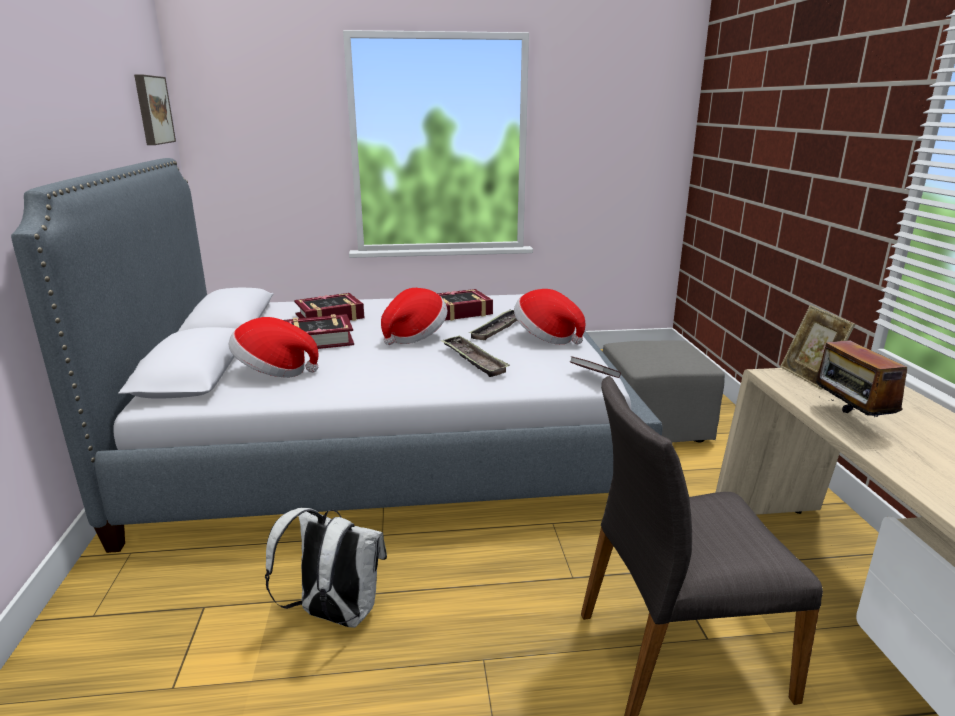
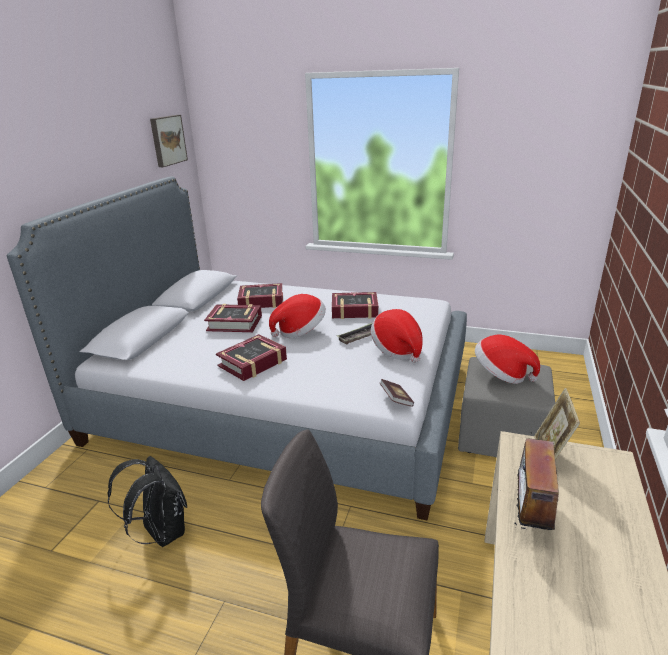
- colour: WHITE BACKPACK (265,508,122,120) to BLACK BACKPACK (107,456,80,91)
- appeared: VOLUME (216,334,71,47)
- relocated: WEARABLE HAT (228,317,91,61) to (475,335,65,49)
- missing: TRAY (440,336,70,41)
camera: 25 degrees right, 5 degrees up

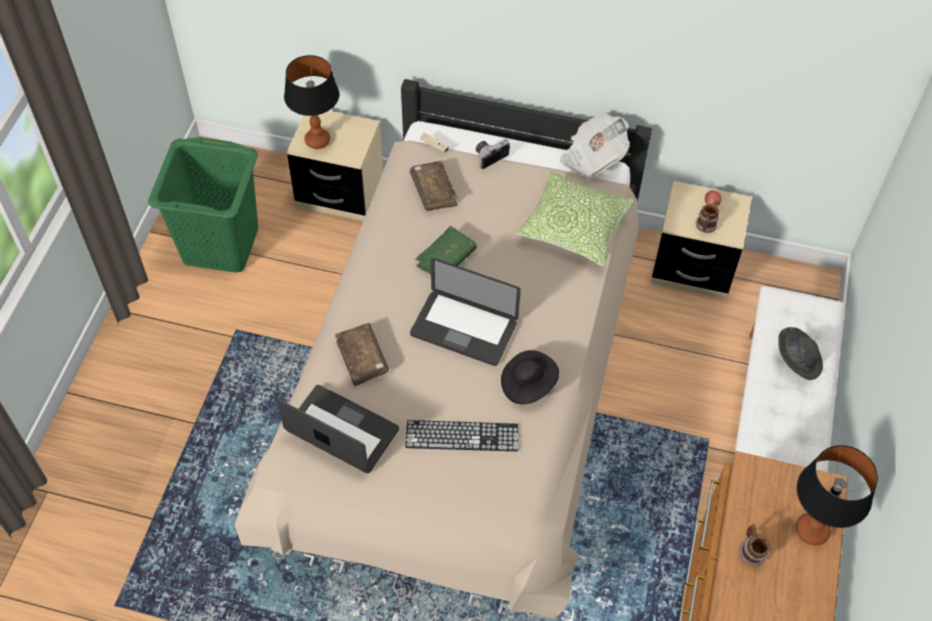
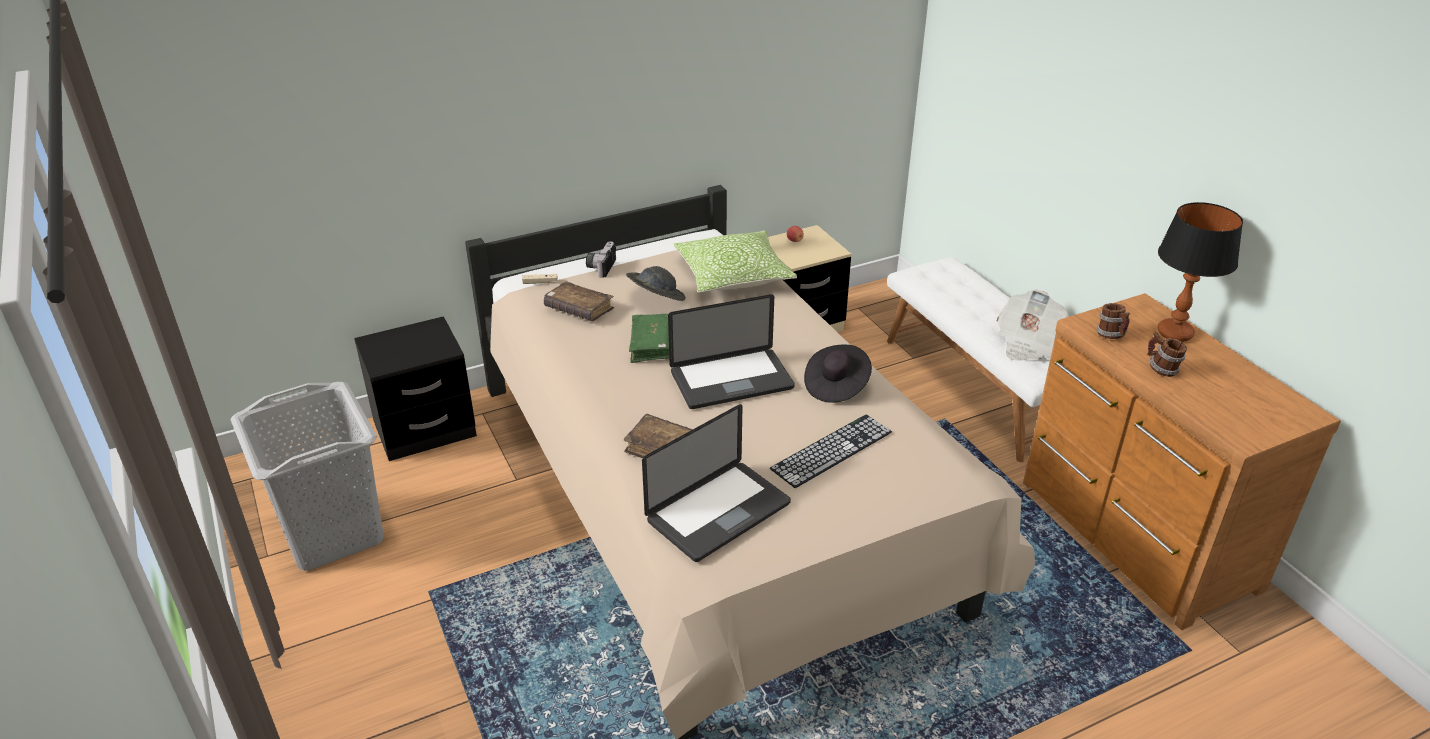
- colour: GREENISH HAMPER (148,137,110,136) to GREY HAMPER (231,382,153,189)
- colour: BEIGE-COLOURED BEDSIDE TABLE (287,111,96,110) to BLACK BEDSIDE TABLE (354,316,123,145)
- relocated: GREY WEARABLE HAT (778,327,45,53) to (626,266,60,35)
- spun: PORTABLE COMPUTER (277,385,122,88) = (642,404,149,158) 150 degrees clockwise
- relocated: PRINTED PAPER (560,113,70,66) to (997,290,72,71)
- relocated: TEA MUG (695,204,24,29) to (1097,303,33,36)
- missing: LAMP FOR A TABLE (284,55,55,94)
camera: 40 degrees left, 20 degrees down

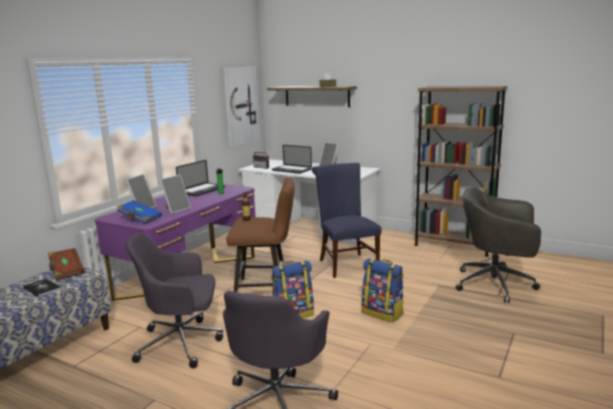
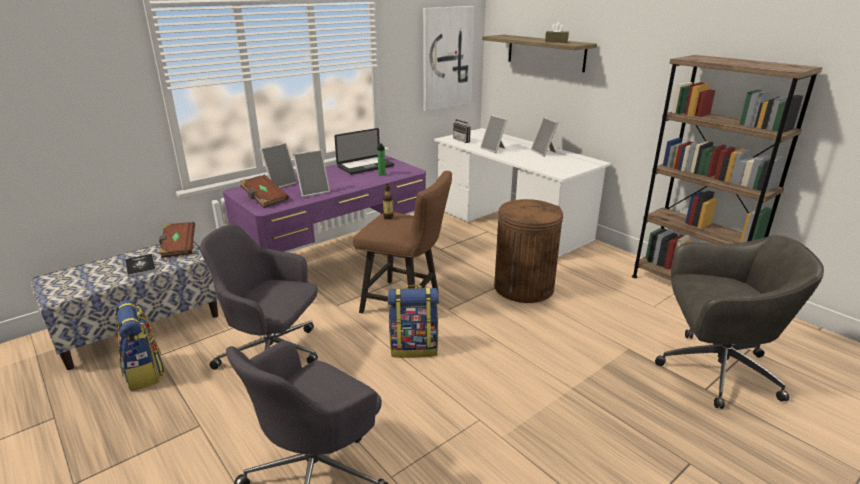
- relocated: BACKPACK (362,258,42,65) to (115,300,50,91)
- colour: BLUE VOLUME (117,200,45,24) to BROWNISH VOLUME (240,175,49,33)
- exchanged: PORTABLE COMPUTER (272,145,40,29) to STANDING FRAME (480,115,28,38)
- exchanged: BLUE CHAIR (312,163,70,115) to BROWNISH TRASH CAN (494,199,69,104)
- spun: GREY COMPUTER CHAIR (456,187,85,116) = (655,235,169,174) 150 degrees clockwise
camera: 20 degrees right, 10 degrees up

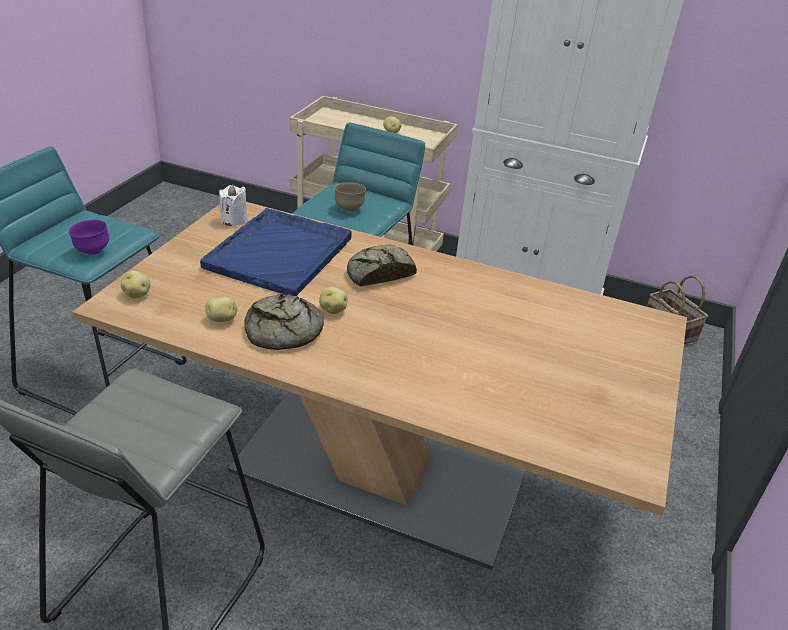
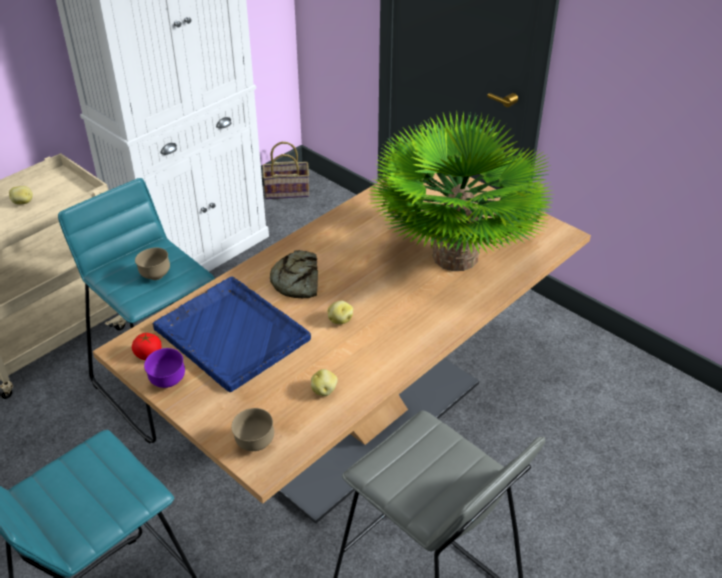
- exchanged: WHITE CANDLE (219,184,29,42) to WHOLE TOMATO (132,333,29,27)
- relocated: PURPLE-COLOURED DEEP DISH (68,220,41,35) to (144,348,41,40)
- exchanged: WHOLE POTATO (121,271,29,27) to BROWNISH DEEP DISH (231,408,43,43)
- appeared: POTTED PLANT (368,112,186,159)
- missing: BAKED BREAD (244,293,80,57)
camera: 65 degrees left, 5 degrees up

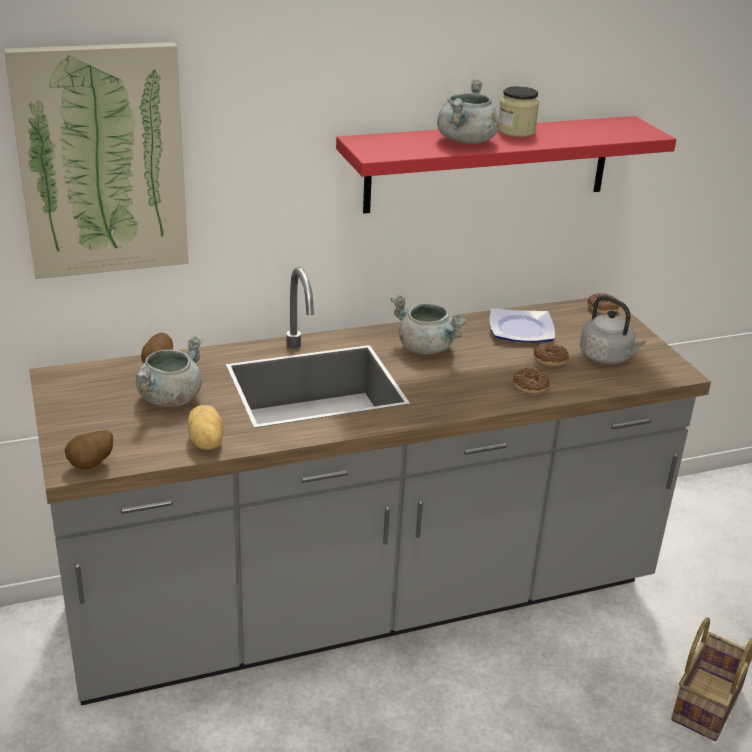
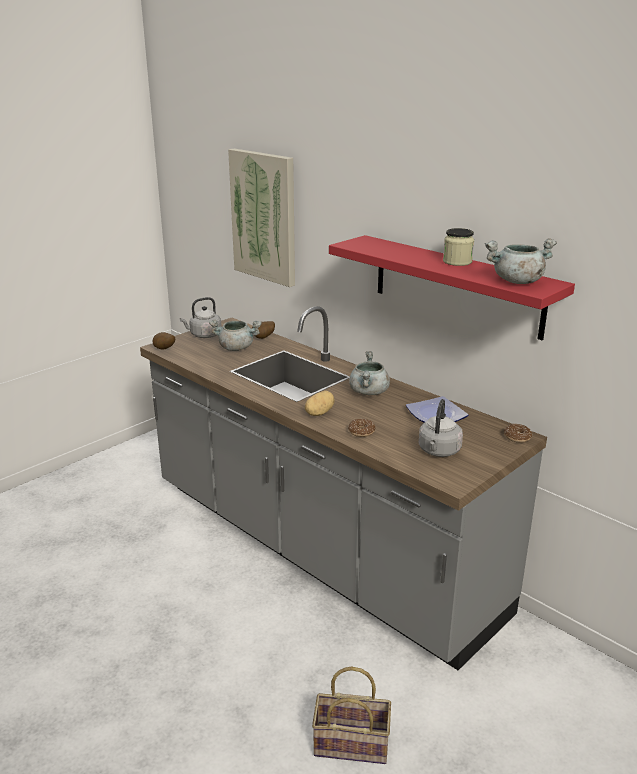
- appeared: GREY KETTLE (180,297,42,41)
- relocated: WHOLE POTATO (188,405,36,45) to (305,391,30,25)
- relocated: GREY STOCKPOT (437,80,62,64) to (485,238,72,46)
- missing: RING DOUGHNUT (533,343,36,23)
camera: 65 degrees right, 5 degrees down

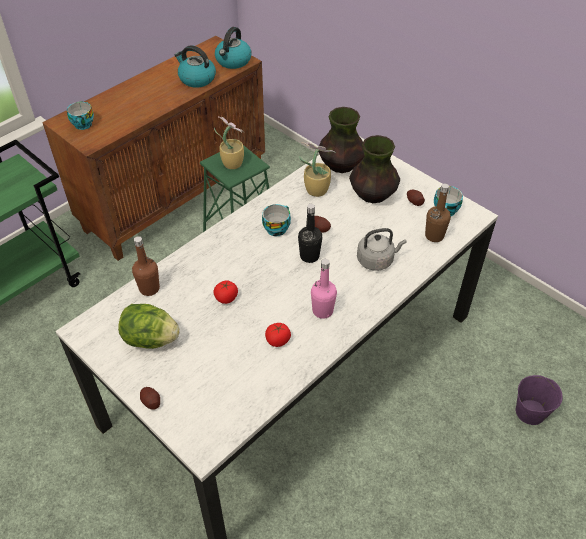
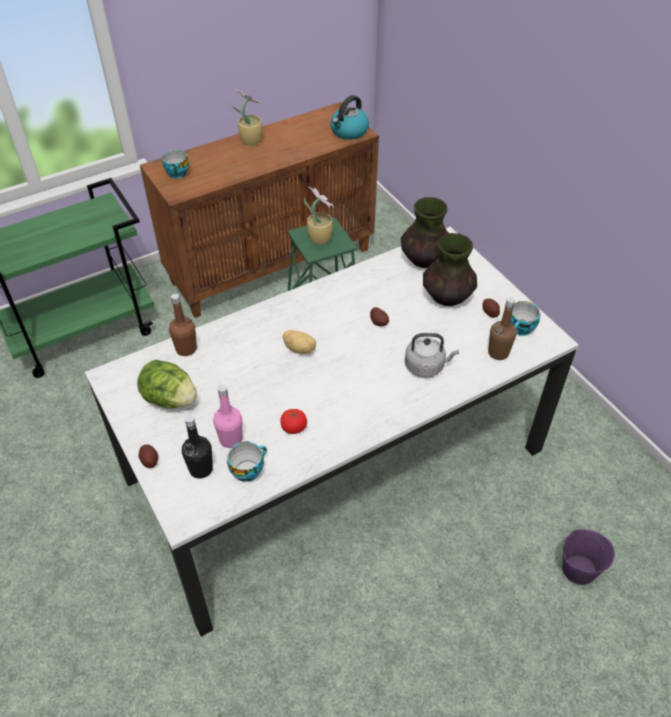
- relocated: BLACK DRINK BOTTLE (298,204,24,59) to (182,415,31,64)
- relocated: PINKISH DRINK BOTTLE (311,259,26,60) to (213,385,29,63)
- relocated: DRINKING CUP (262,204,29,32) to (227,441,40,41)
- relocated: POTTED PLANT (299,142,37,55) to (231,90,31,56)
- appeared: WHOLE POTATO (283,330,33,24)
- missing: KETTLE (174,45,42,43)
- missing: WHOLE TOMATO (213,280,25,24)
camera: 15 degrees right, 0 degrees up

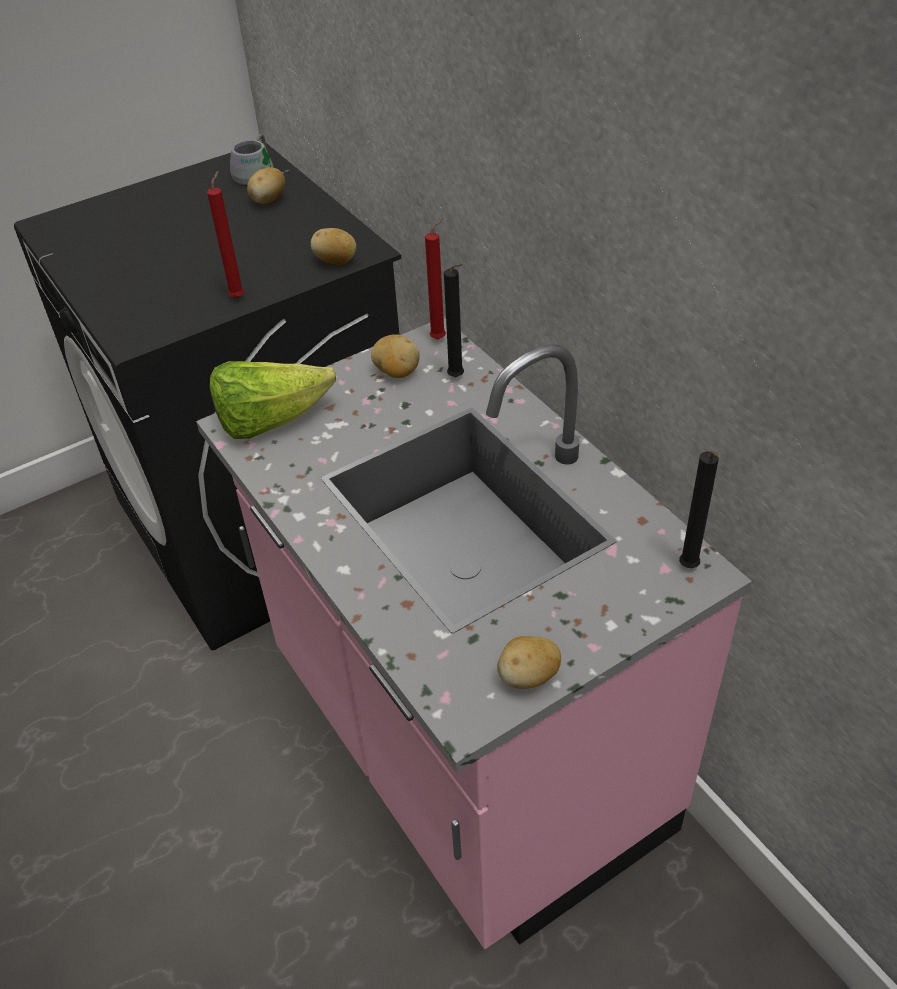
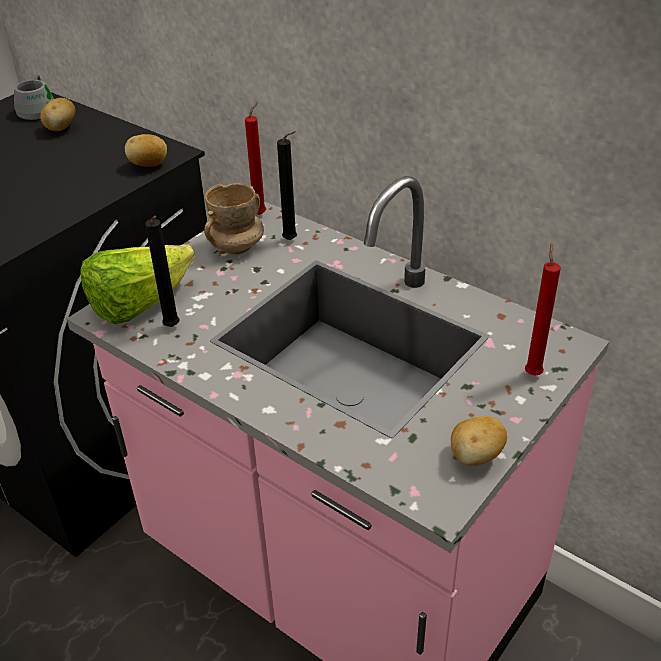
- relocated: BLACK CANDLE (679,451,40,117) to (145,216,34,111)
- exchanged: WHOLE POTATO (371,334,49,44) to BEIGE-COLOURED TEA MUG (204,183,60,71)
- relocated: REDDISH CANDLE (207,171,38,127) to (525,243,36,132)
camera: 20 degrees left, 5 degrees down

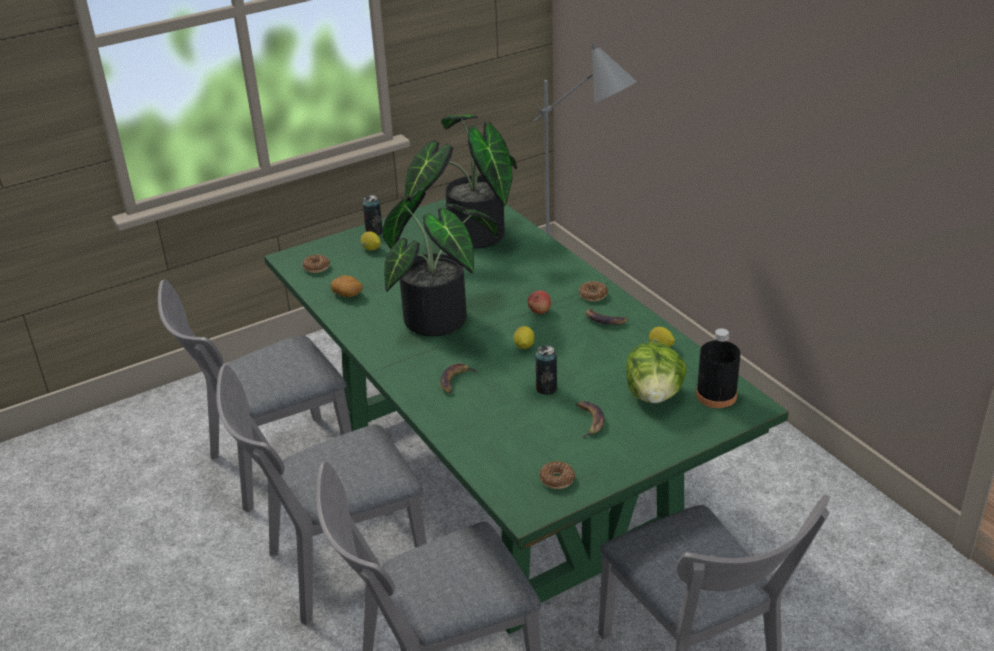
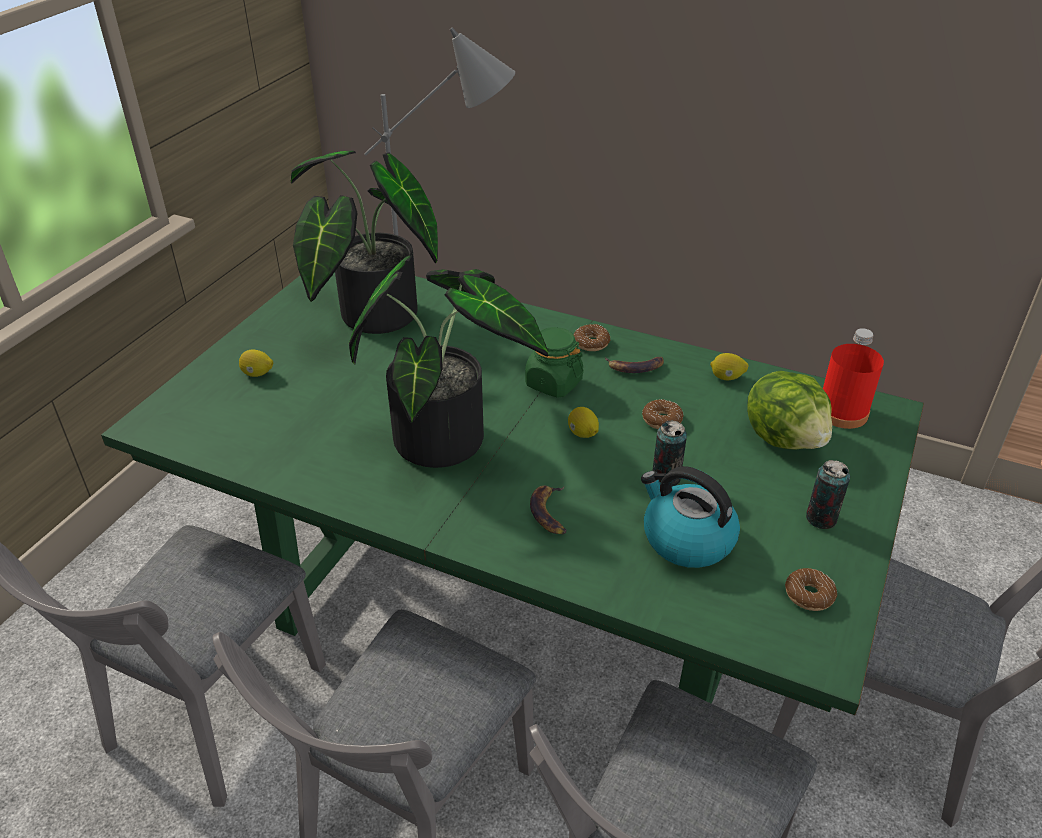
- exchanged: APPLE FRUIT (528,291,23,23) to GREENISH JAR (525,327,59,71)
- appeared: KETTLE (641,466,99,102)
- relocated: RING DOUGHNUT (302,255,28,18) to (642,399,42,30)
- relocated: METAL CAN (362,195,21,40) to (806,460,44,69)
- colour: BLACK DRINK BOTTLE (696,328,45,80) to REDDISH DRINK BOTTLE (823,328,61,101)
- missing: WHOLE POTATO (331,275,32,22)
- missing: WHOLE BANANA (576,401,29,38)
camera: 35 degrees left, 5 degrees up

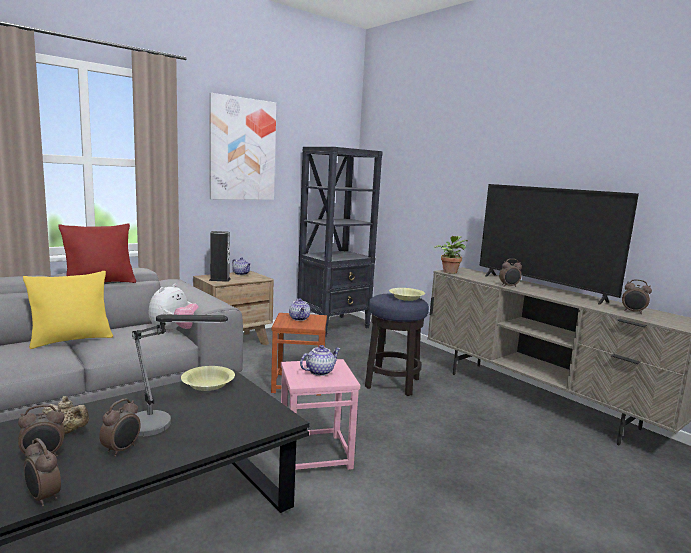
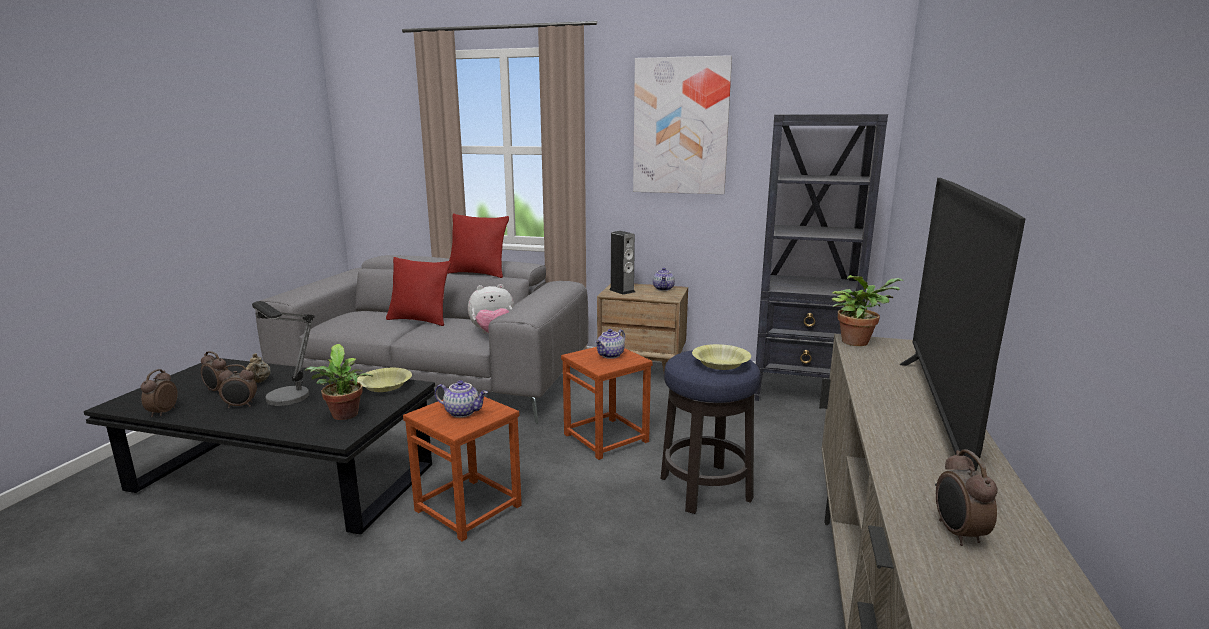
- appeared: POTTED PLANT (304,344,69,76)
- colour: YELLOW CUSHION (23,271,90,78) to REDDISH CUSHION (386,257,65,69)
- colour: PINKISH STOOL (281,359,79,111) to BROWNISH STOOL (403,397,119,144)
- missing: TABLE CLOCK (499,259,23,28)
camera: 55 degrees right, 5 degrees up

